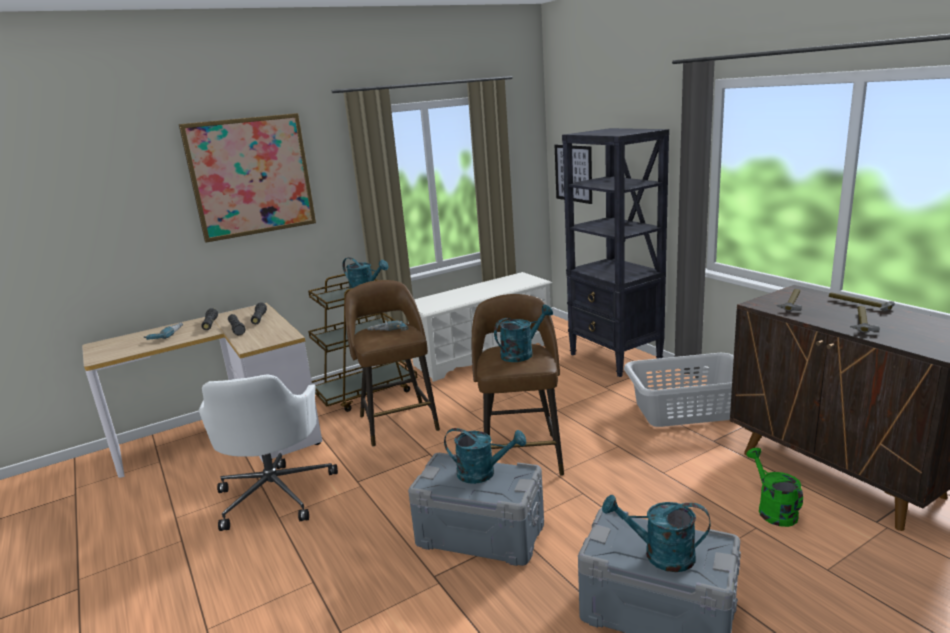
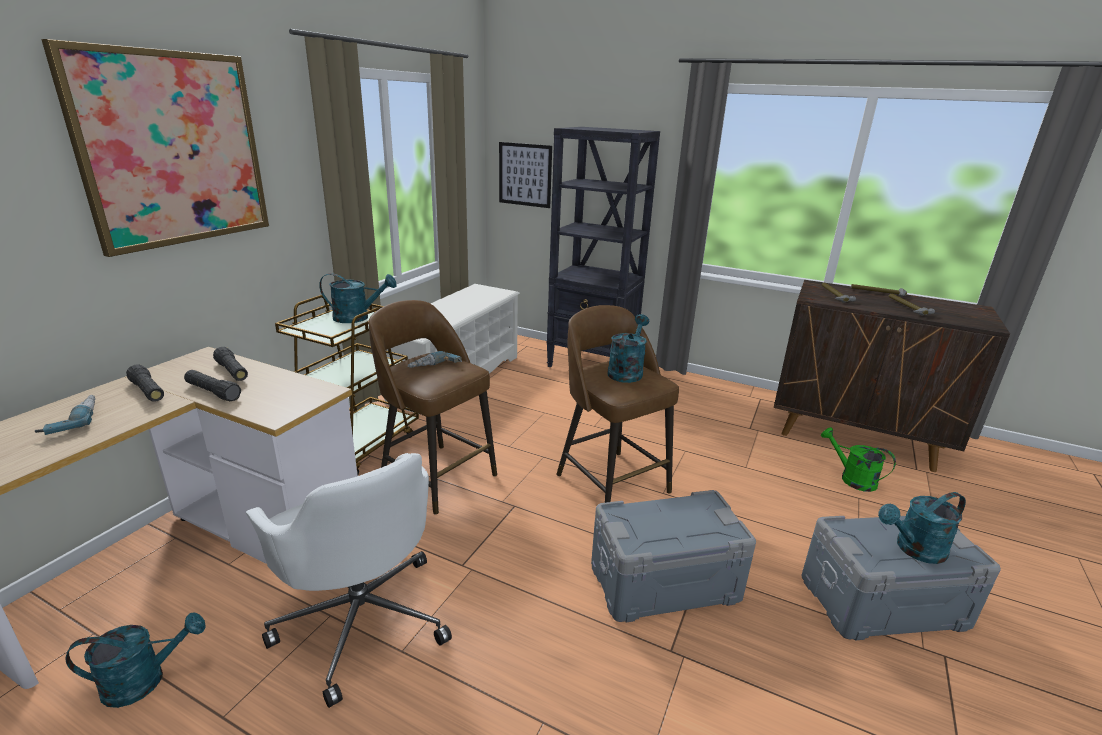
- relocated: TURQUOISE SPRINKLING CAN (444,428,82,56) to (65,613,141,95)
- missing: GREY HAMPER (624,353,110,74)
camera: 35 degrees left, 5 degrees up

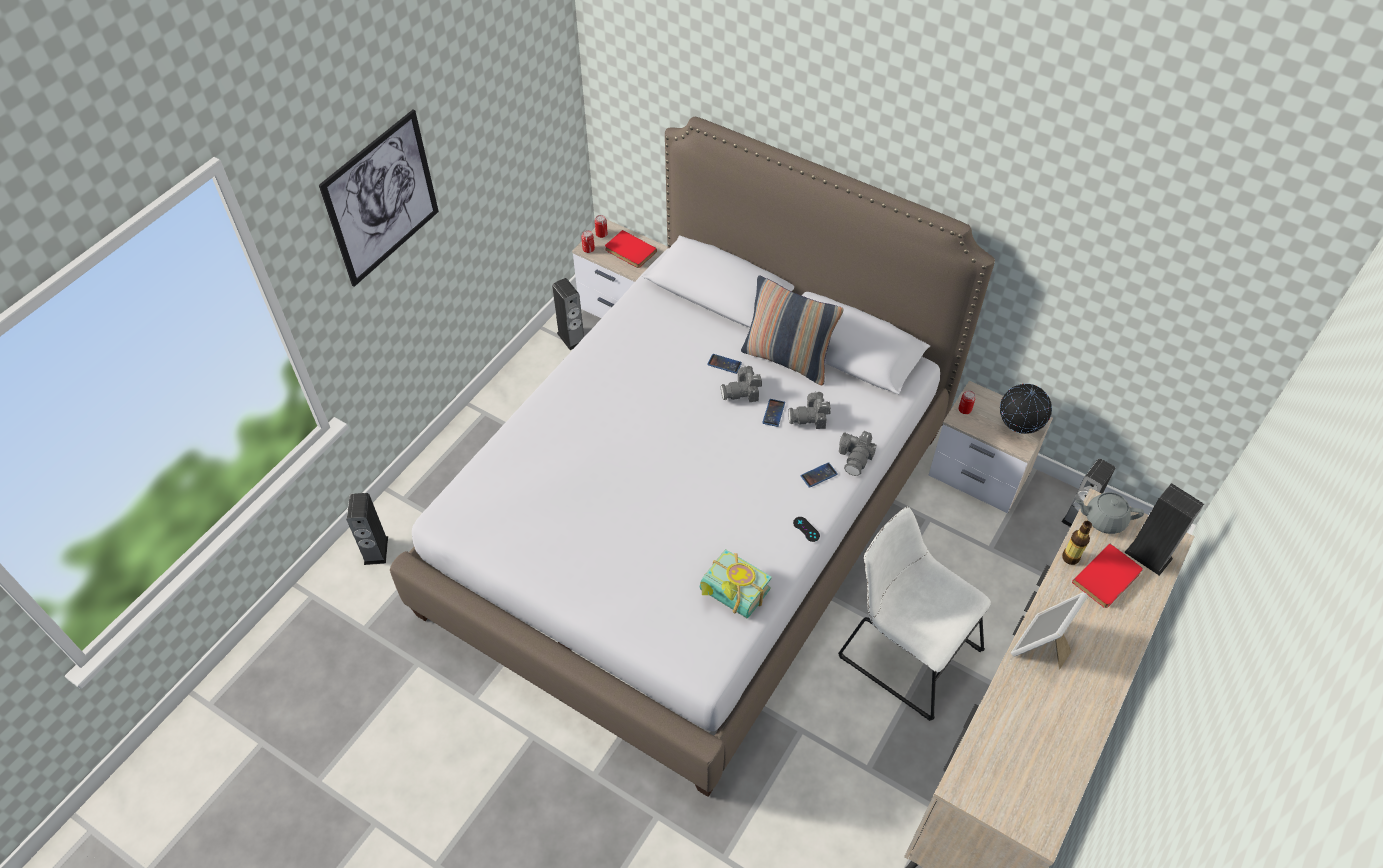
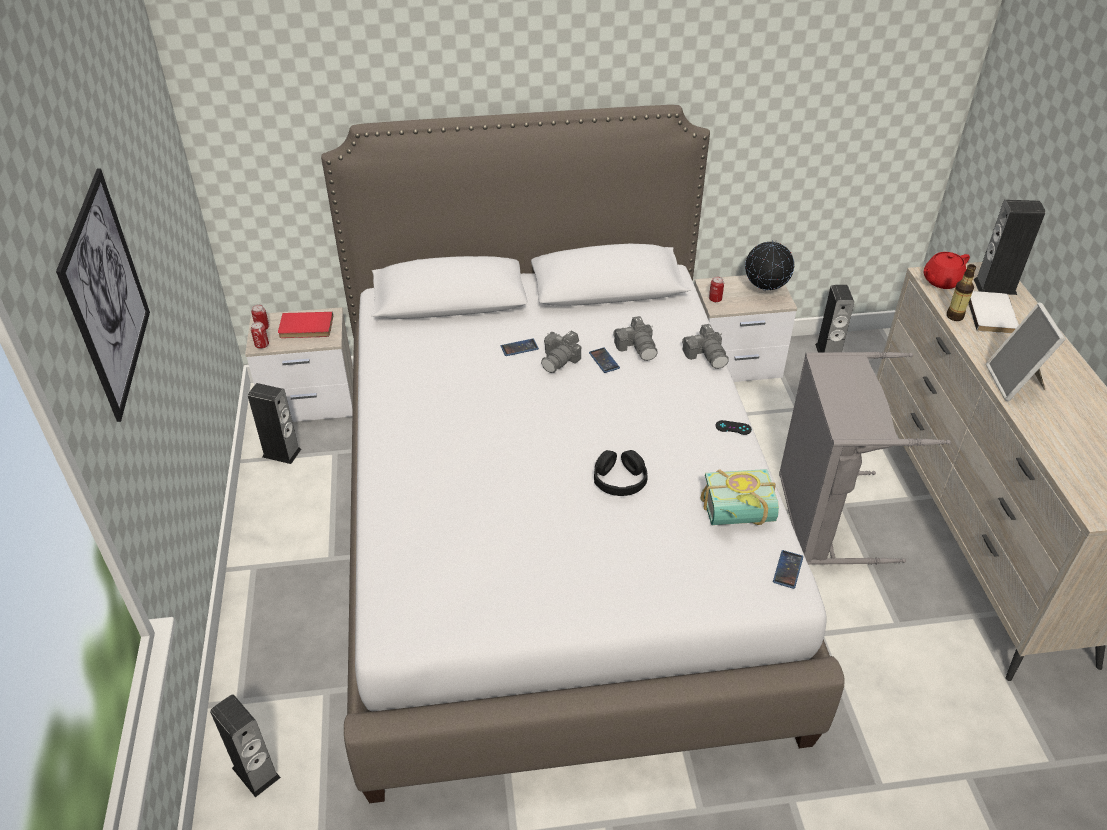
- appeared: BLACK HEADSET (594,450,54,46)
- spun: PHOTO CAMERA (788,391,43,38) = (614,316,44,45) 60 degrees counterclockwise
- relocated: HANDSET (801,462,37,26) to (773,550,30,39)
- exchanged: WHITE CHAIR (838,507,153,214) to GREY HAMPER (779,351,172,214)
- colour: GREY TEA POT (1075,492,69,42) to REDDISH TEA POT (924,252,46,37)
- colour: REDDISH VOLUME (1072,544,71,64) to WHITE VOLUME (969,291,50,43)
- missing: CUSHION (741,276,103,109)
camera: 40 degrees left, 10 degrees down

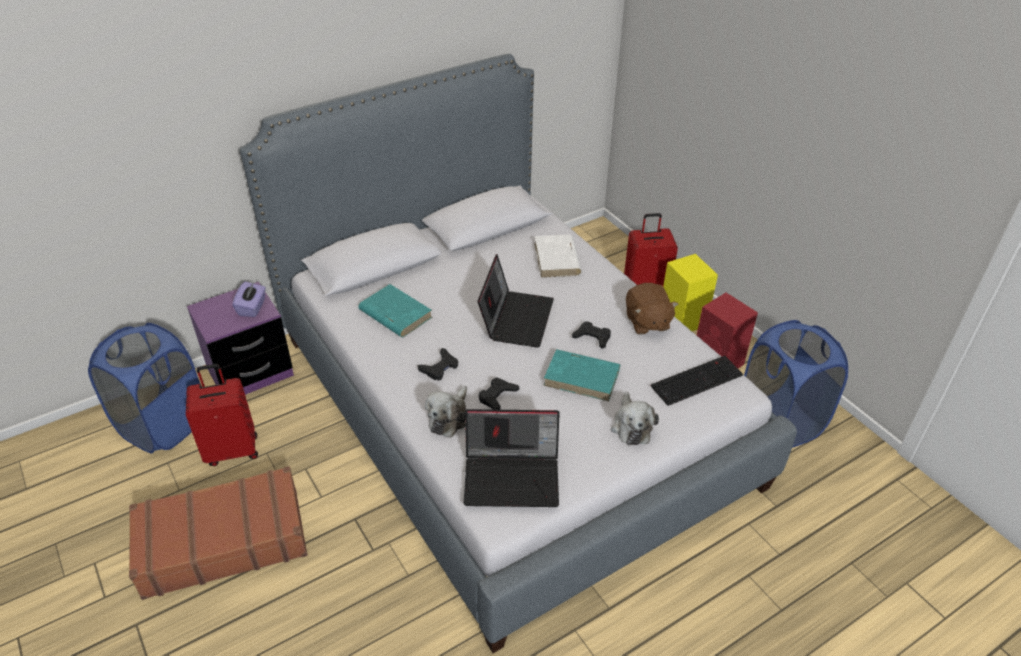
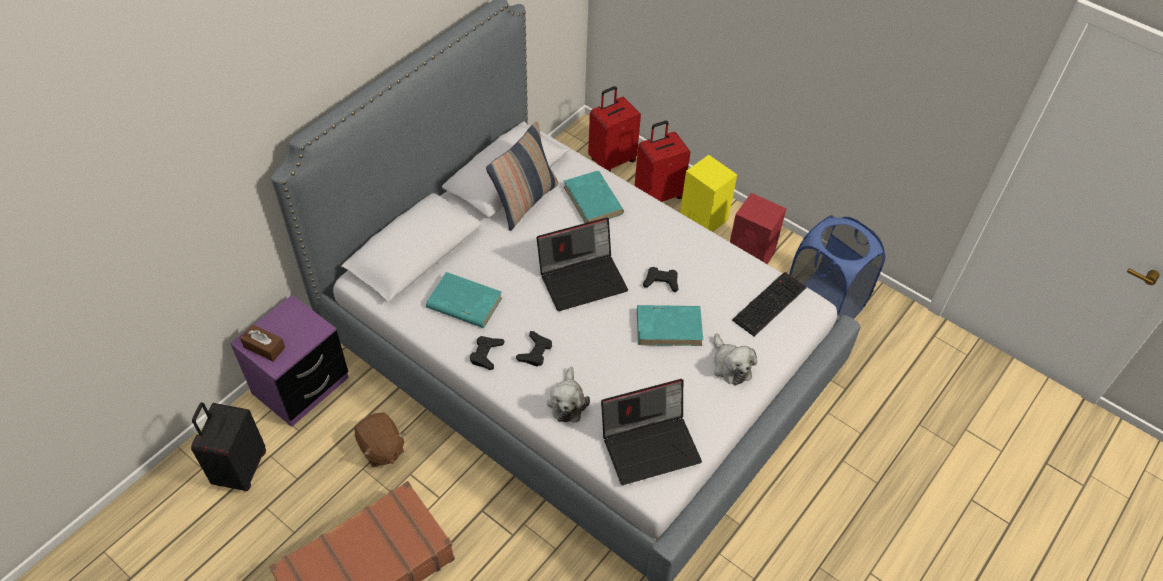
- exchanged: BLUE HAMPER (88,323,112,131) to BLACK TRAVEL CASE (191,402,75,89)
- appeared: BROWNISH TISSUE HOLDER (240,324,45,38)
- relocated: BROWNISH CUDDLY TOY (626,283,53,52) to (355,413,50,54)
- relocated: BLACK JOYPAD (478,377,41,33) to (470,336,34,34)
- appeared: CUSHION (486,121,72,110)
- spun: PORTABLE COMPUTER (477,254,77,94) = (537,217,91,94) 75 degrees clockwise
- colour: WHITE VOLUME (534,235,48,43) to TURQUOISE VOLUME (564,171,60,52)
- relocated: REDDISH TRAVEL CASE (186,364,72,102) to (588,86,53,86)
- missing: PURPLE-COLOURED TISSUE HOLDER (232,281,34,36)
camera: 20 degrees left, 10 degrees up

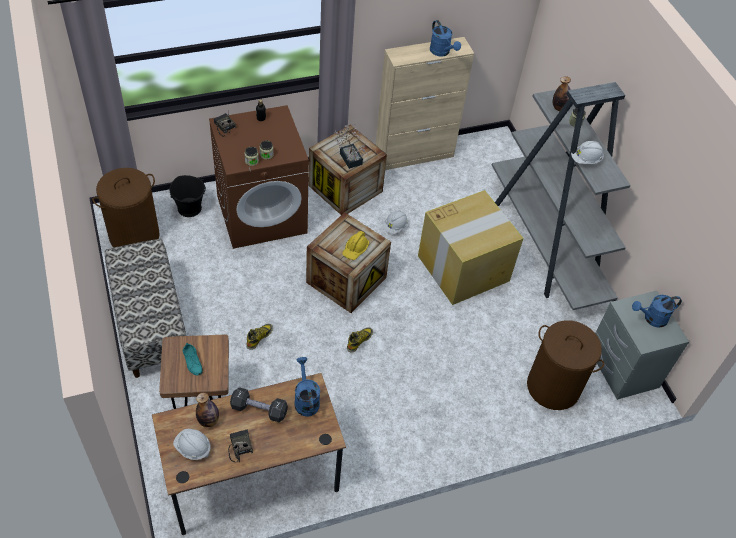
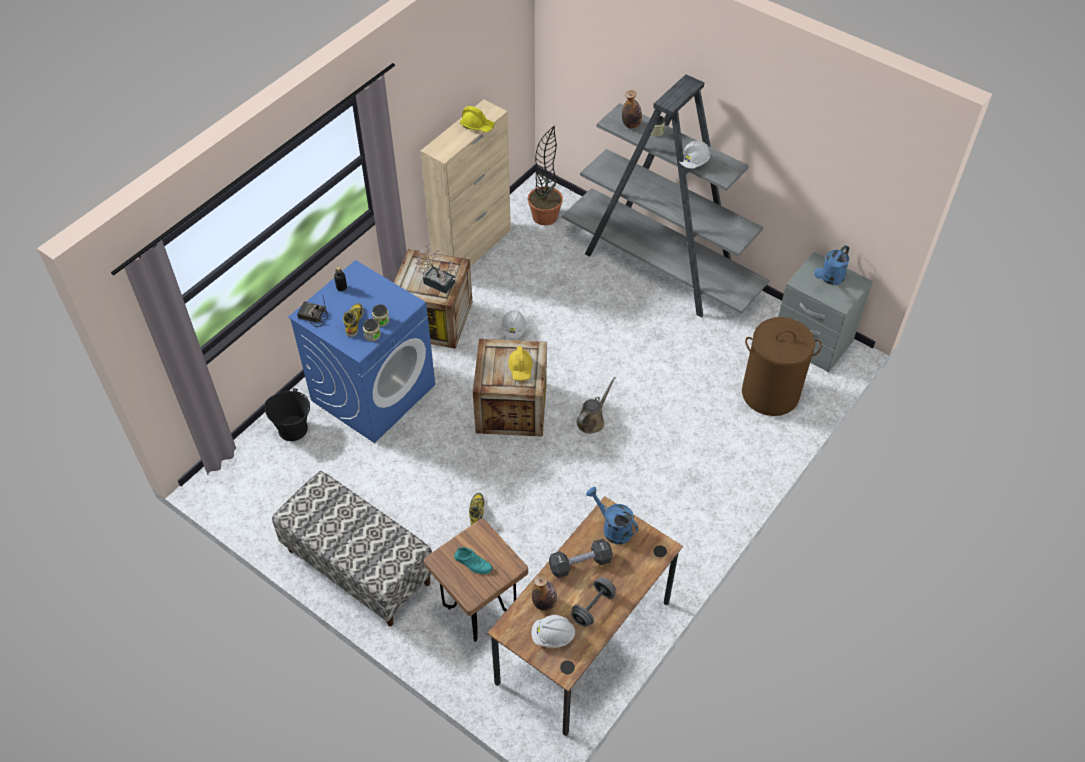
- colour: BROWNISH LAUNDRY MACHINE (209,105,100,144) to BLUE LAUNDRY MACHINE (288,260,147,183)
- relocated: BOOT (347,327,26,25) to (343,303,20,34)
- exchanged: BLUE SPRINKLING CAN (430,20,31,36) to YELLOW WORK HELMET (460,106,35,26)
- appeared: POTTED PLANT (528,125,35,100)
- exchanged: RADIO SET (228,429,25,33) to GREY DUMBBELL (571,577,45,50)
- appeared: BROWNISH SPRINKLING CAN (577,377,39,57)
- missing: BROWNISH HAMPER (92,168,68,80)
- missing: PACKING BOX (418,190,106,115)
camera: 30 degrees left, 0 degrees up

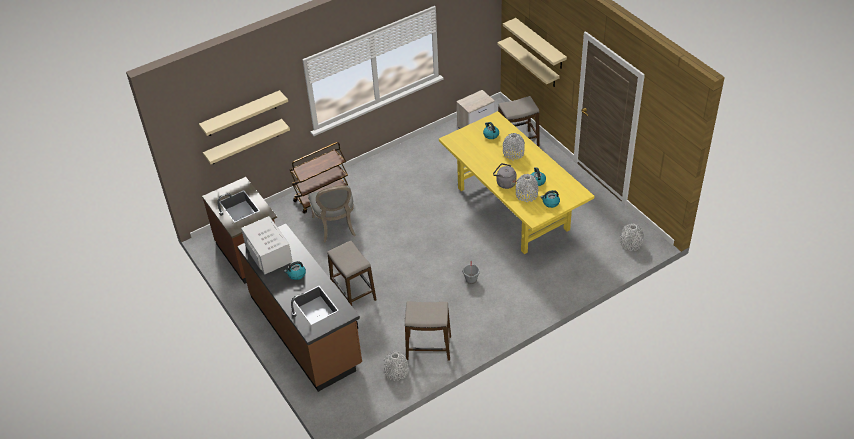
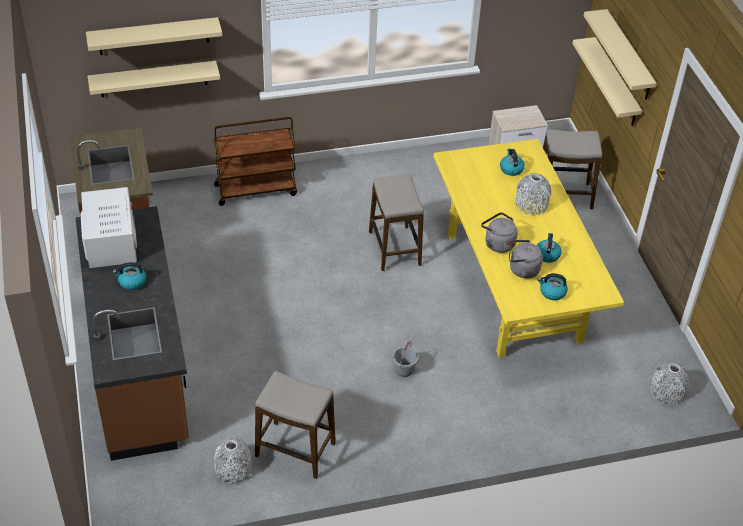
- relocated: STOOL (327,241,50,65) to (369,174,55,97)
- exchanged: GREY DECORATIVE VASE (516,174,22,28) to GREY KETTLE (509,240,34,39)
- missing: GREY CHAIR (308,185,48,58)
camera: 15 degrees right, 0 degrees up

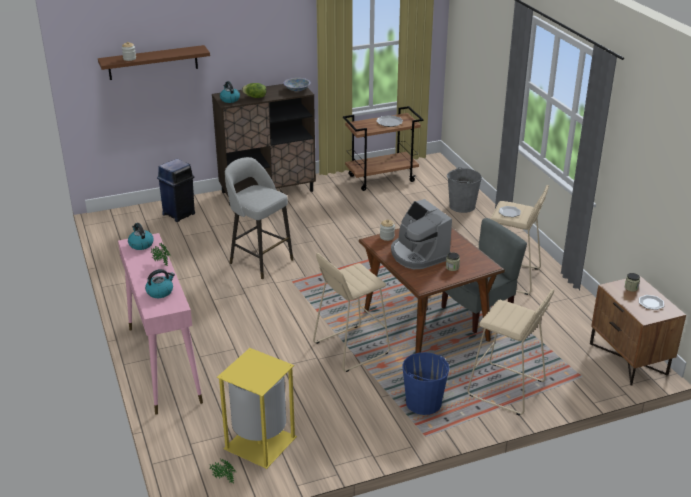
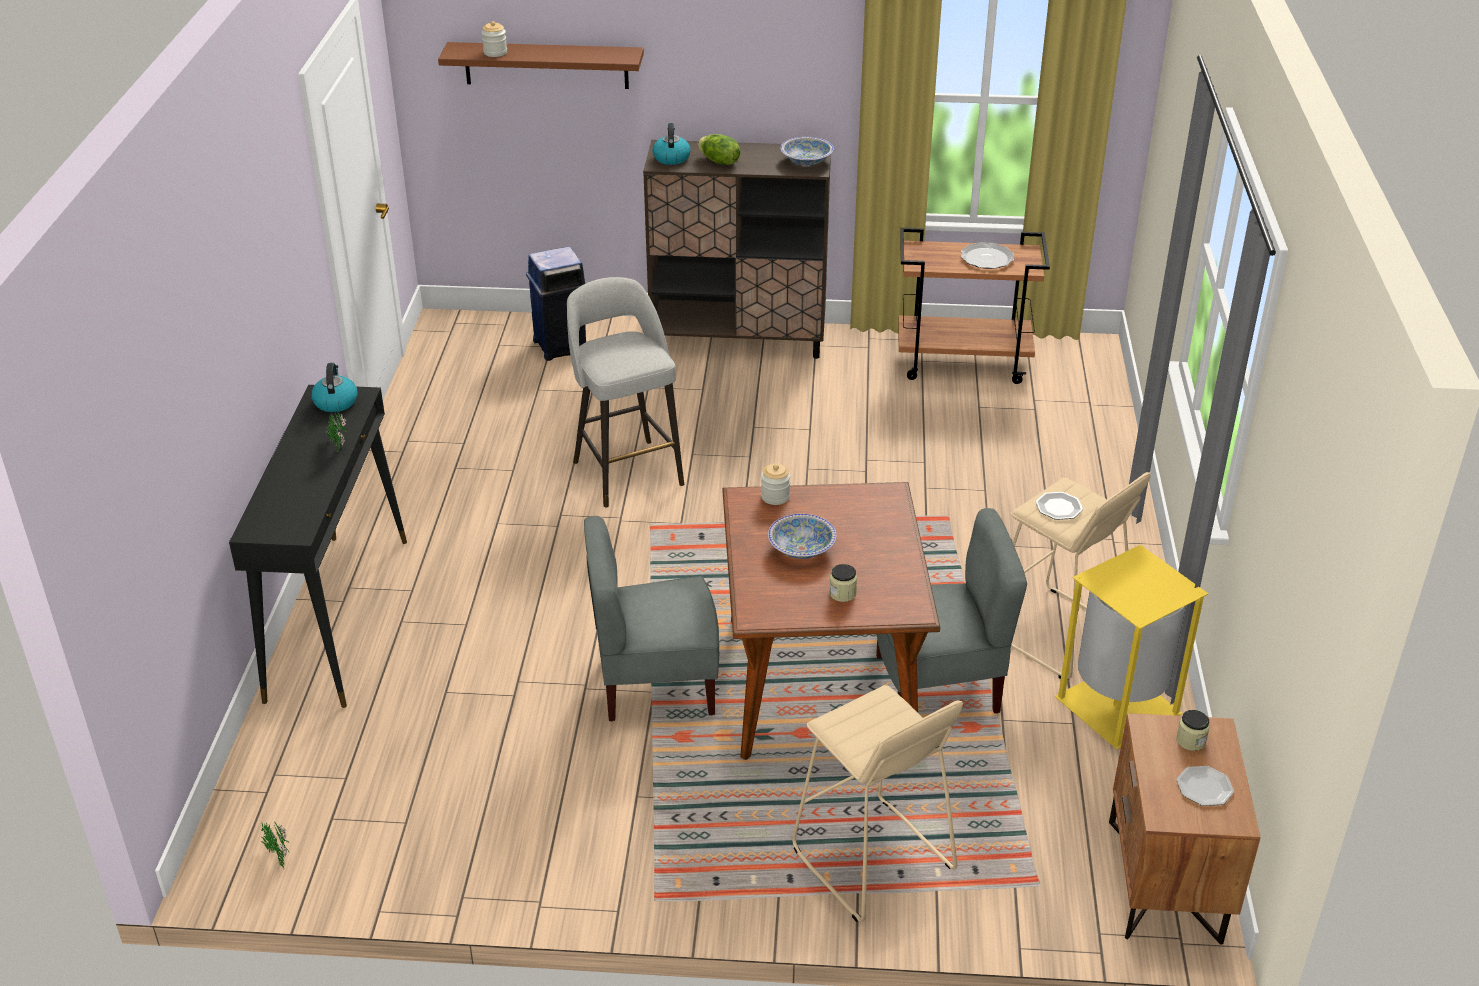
- colour: PINKISH NARROW TABLE (118,233,85,182) to BLACK NARROW TABLE (229,385,178,323)
- exchanged: BEIGE-COLOURED STOOL (313,253,77,119) to GREY CHAIR (584,516,135,205)
- exchanged: COFFEE MACHINE (391,199,61,70) to DEEP DISH (768,514,69,45)
- relocated: YELLOW TRASH CAN (217,348,80,121) to (1054,545,154,204)
- missing: KETTLE (145,269,30,29)
- missing: BLUE WATER BUCKET (402,352,47,63)
- missing: GREY WATER BUCKET (447,167,35,46)
camera: 25 degrees right, 5 degrees up

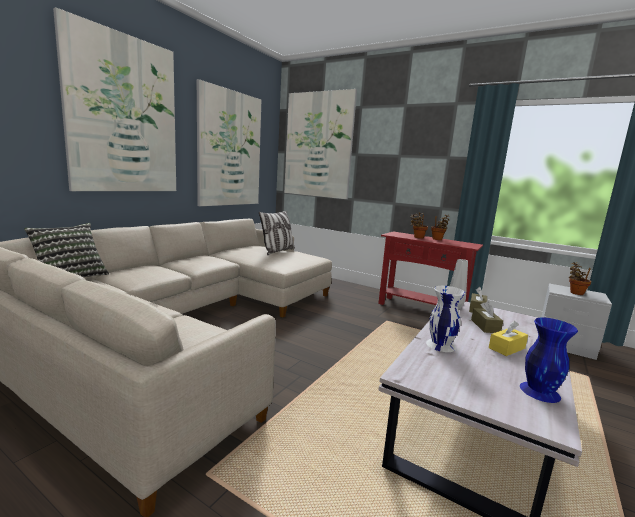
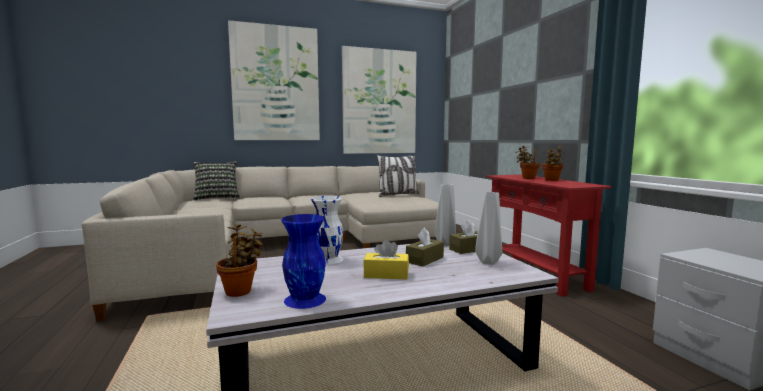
- relocated: POTTED PLANT (569,262,22,33) to (216,224,47,73)
- appeared: GREY DECORATIVE VASE (475,192,27,73)
- missing: PICTURE (284,89,73,110)
camera: 40 degrees right, 5 degrees down

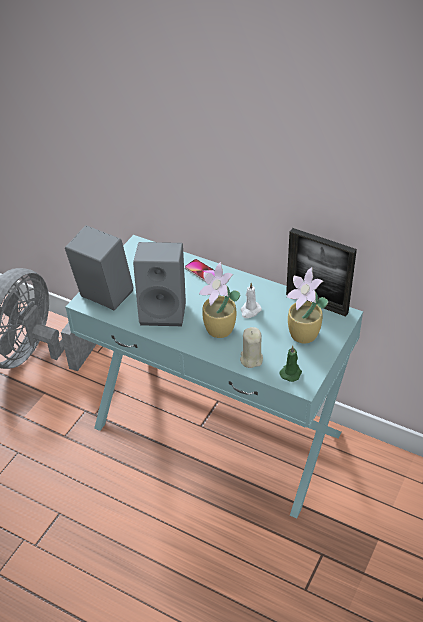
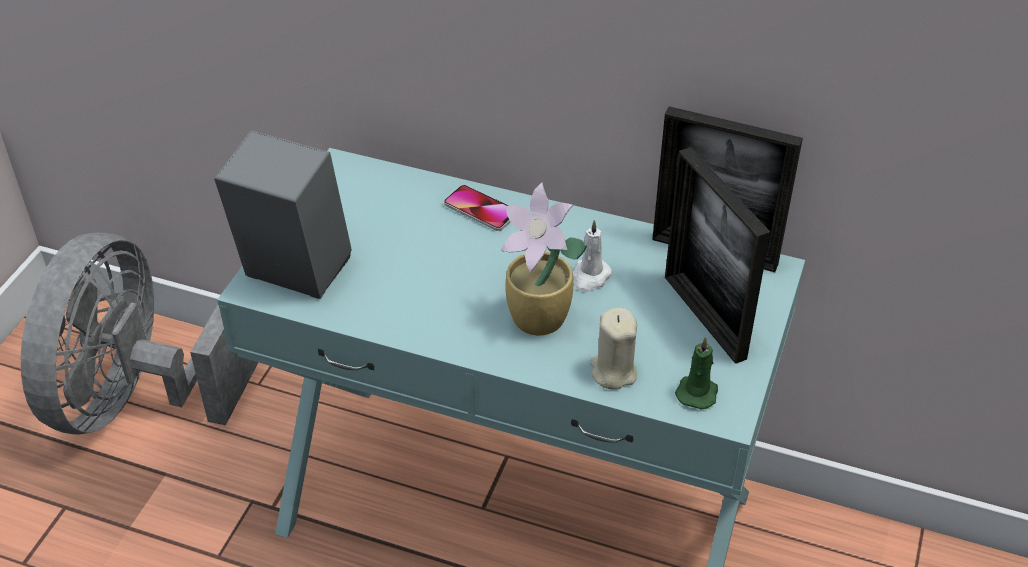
- exchanged: POTTED PLANT (287,267,41,77) to STANDING FRAME (665,147,105,217)
- missing: GREY AUDIO SPEAKER (133,242,53,84)
camera: 10 degrees left, 0 degrees up

